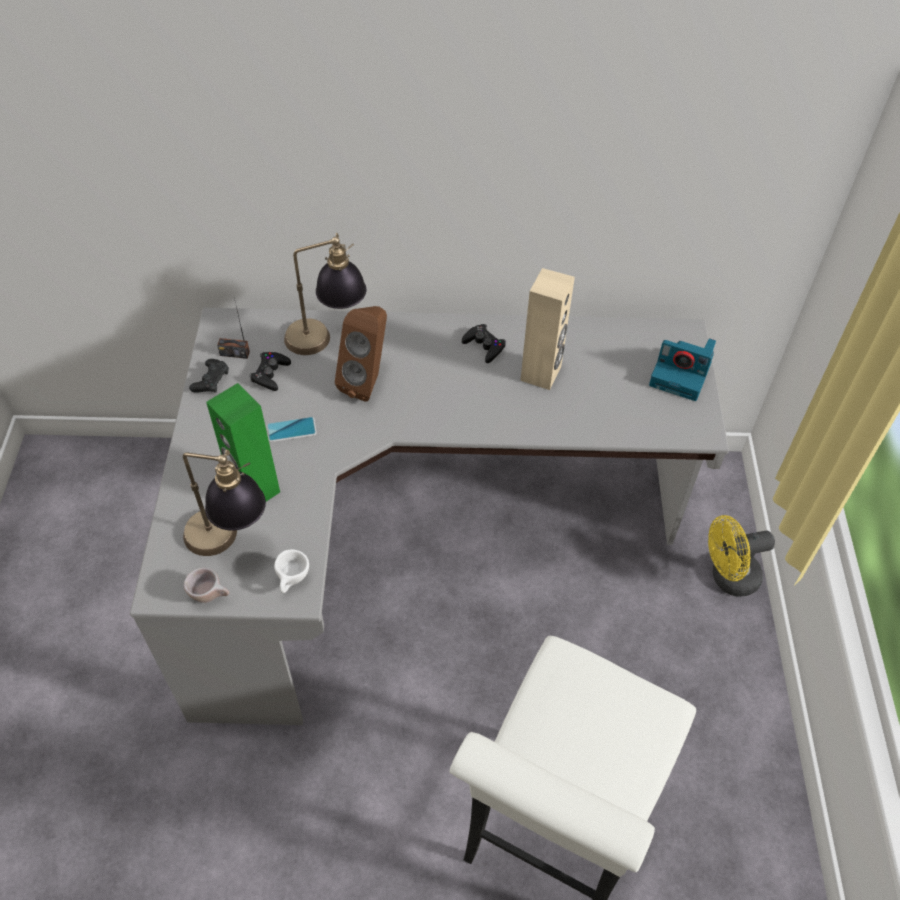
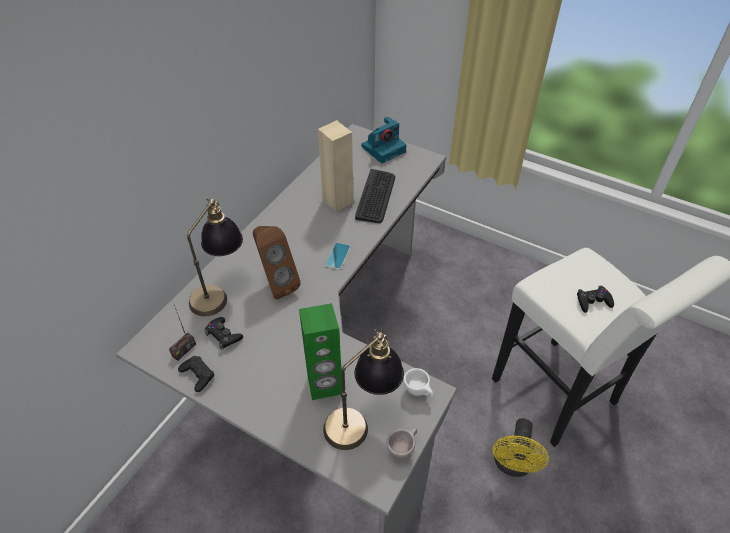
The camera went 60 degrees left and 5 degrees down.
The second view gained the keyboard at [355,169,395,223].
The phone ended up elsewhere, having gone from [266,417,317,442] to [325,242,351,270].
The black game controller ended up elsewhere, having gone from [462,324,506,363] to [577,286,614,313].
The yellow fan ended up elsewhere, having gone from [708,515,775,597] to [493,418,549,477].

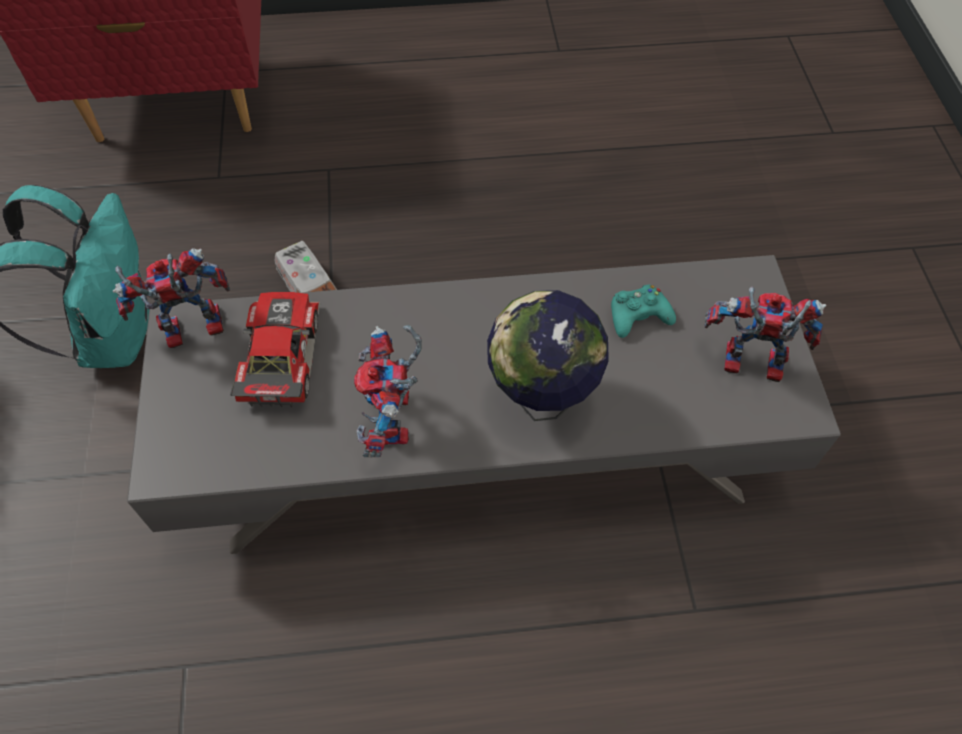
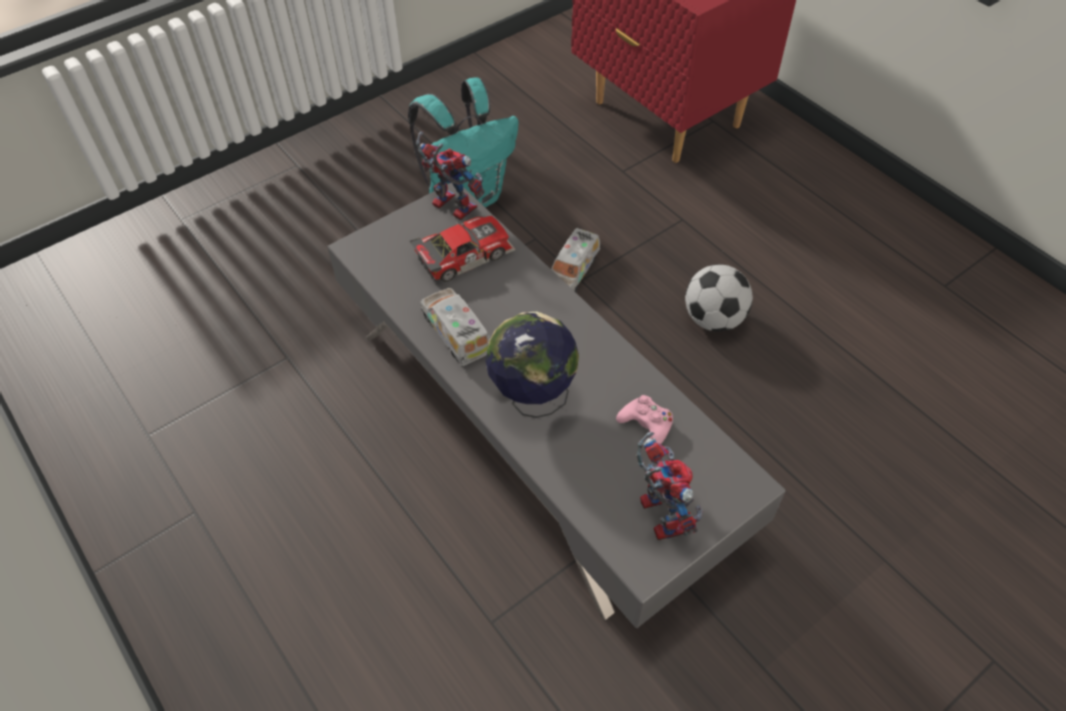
The camera went 60 degrees right and 5 degrees down.
The second view gained the football at [685,264,753,332].
Where the toy robot stood at [354,325,422,457], the toy truck came to stand at [420,288,490,366].
What was the turquoise game controller at [611,285,676,338] turned into the pink game controller at [616,395,673,444].

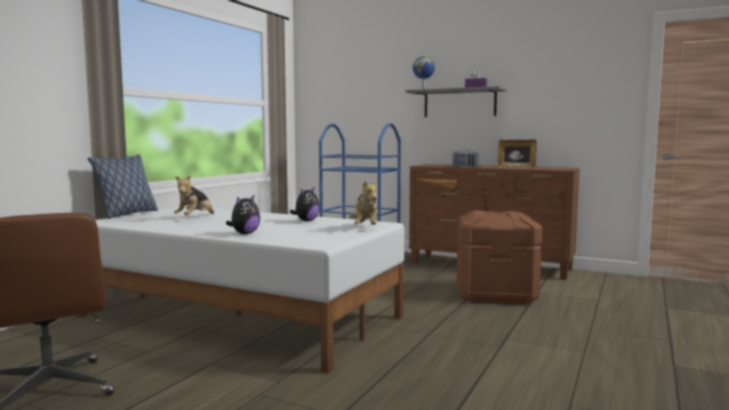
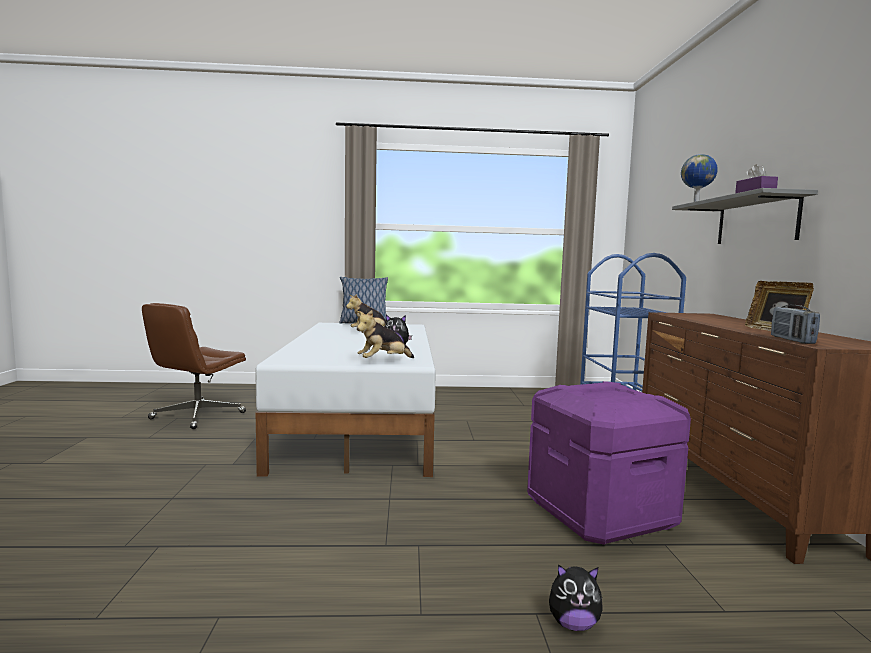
The camera went 60 degrees right and 0 degrees up.
The plush toy ended up elsewhere, having gone from [226,195,260,234] to [549,564,603,631].
The radio ended up elsewhere, having gone from [452,150,479,167] to [771,305,820,344].
What was the brown storage box at [457,210,542,304] turned into the purple storage box at [527,381,691,545].

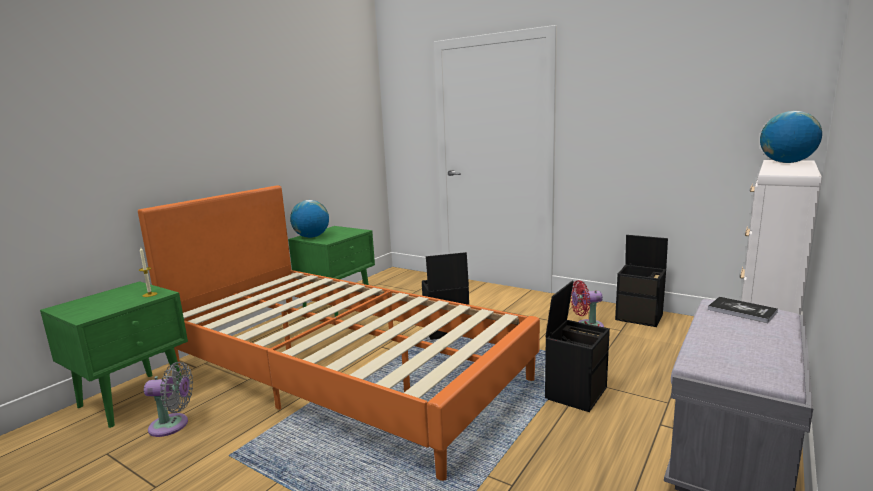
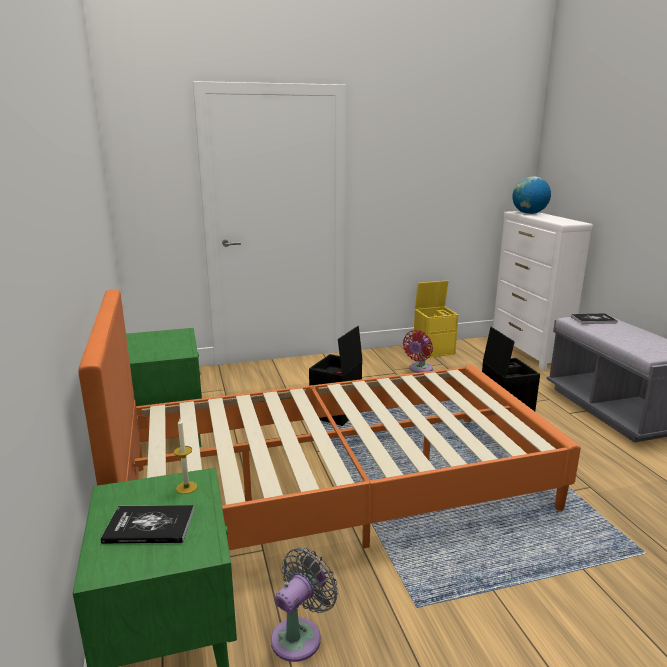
The camera went 50 degrees left and 5 degrees up.
The second view lost the globe at [290,200,329,238].
The second view gained the book at [101,505,194,544].
What was the black storage box at [615,235,668,327] turned into the yellow storage box at [414,280,458,358].

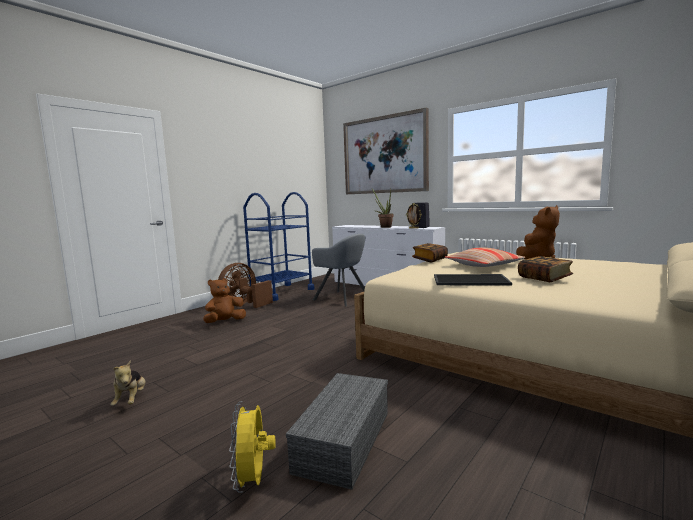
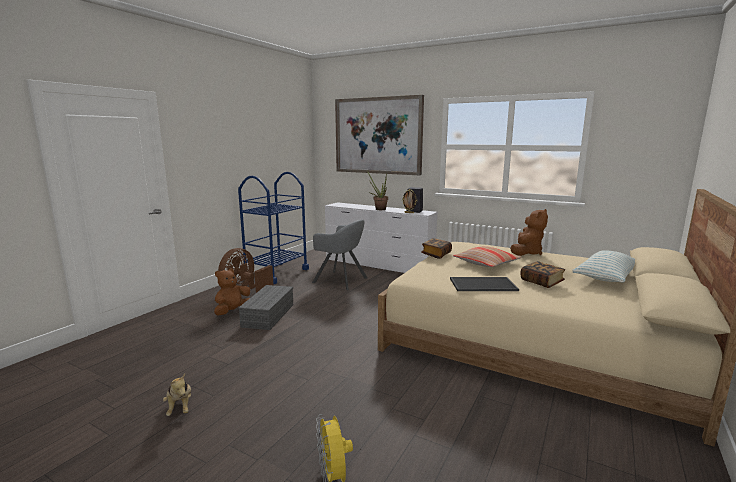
The camera went 10 degrees left and 5 degrees up.
The second view gained the pillow at [572,250,635,283].
The grey storage box ended up elsewhere, having gone from [286,373,388,490] to [238,285,293,330].

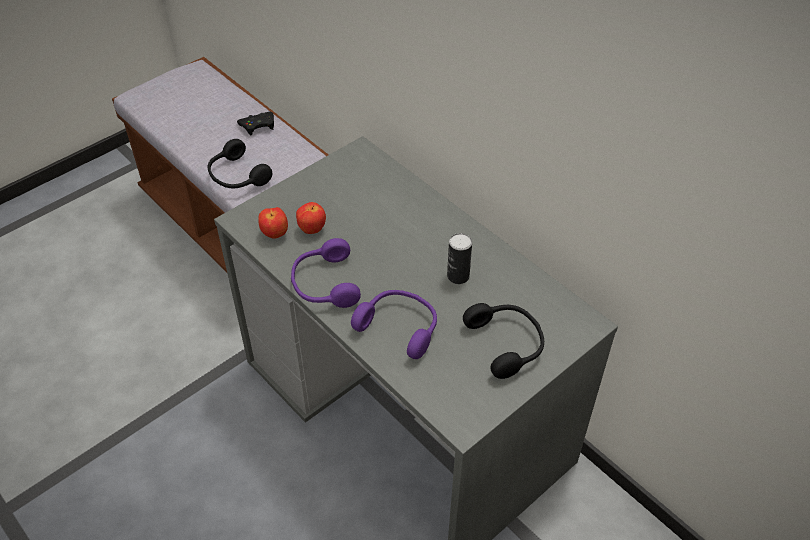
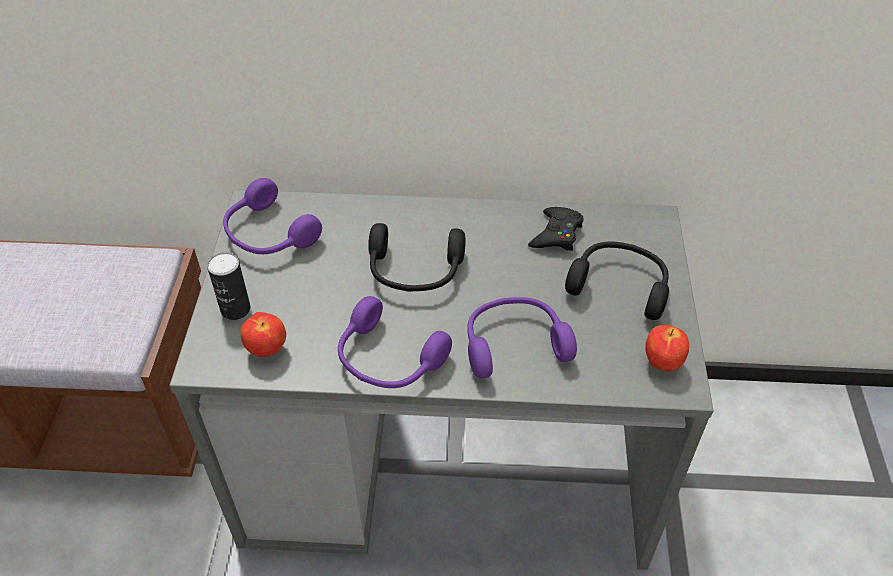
The camera went 45 degrees left and 0 degrees up.
The second view gained the purple headphones at [223,178,322,254].
The black headphones ended up elsewhere, having gone from [208,139,272,188] to [368,223,466,292].
The black game controller ended up elsewhere, having gone from [237,112,274,135] to [528,207,584,251].
The apple ended up elsewhere, having gone from [296,202,326,234] to [645,325,689,372].
The can ended up elsewhere, having gone from [447,233,472,284] to [207,252,251,320].

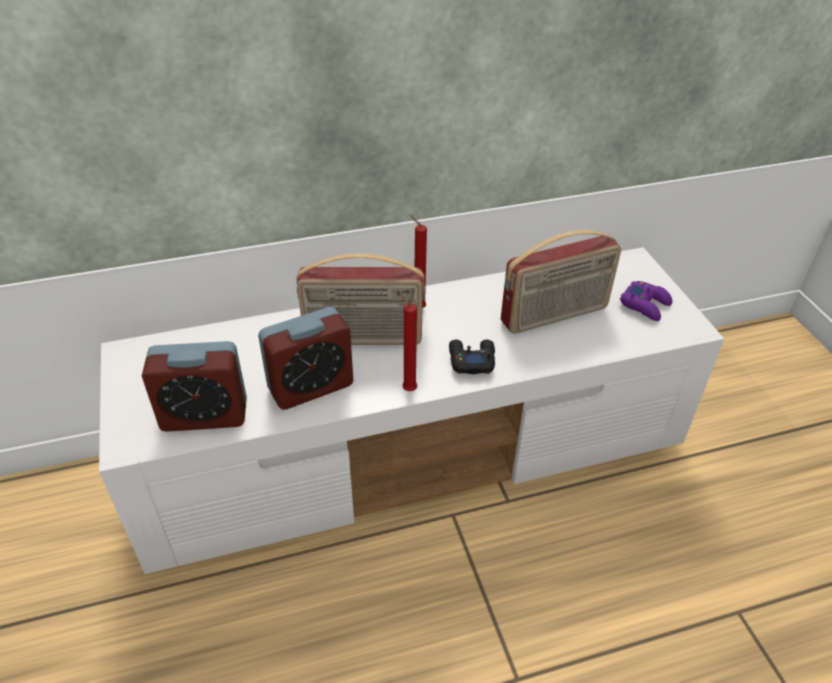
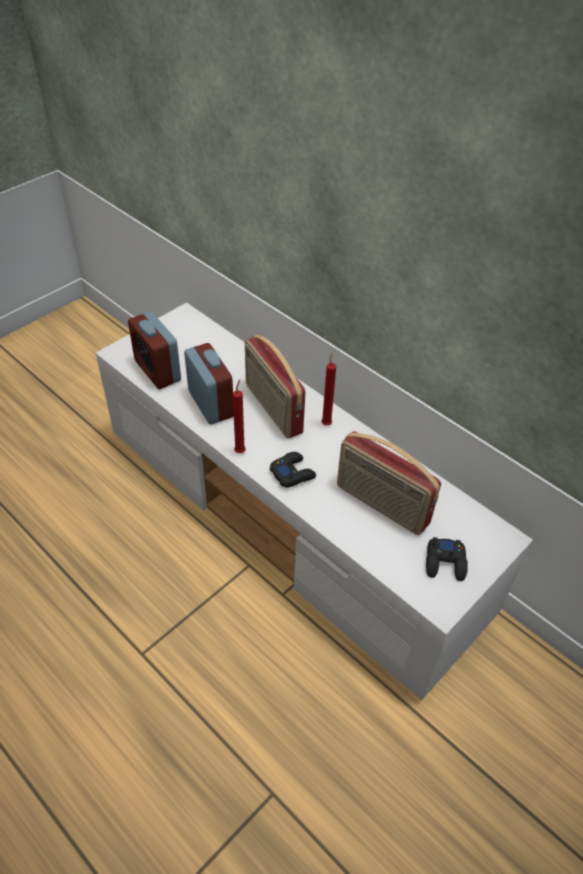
The camera went 60 degrees right and 5 degrees up.
What was the purple game controller at [620,281,672,321] turned into the black game controller at [426,537,468,581].
The alarm clock at [258,307,353,410] ended up facing another way, 150 degrees counterclockwise from before.

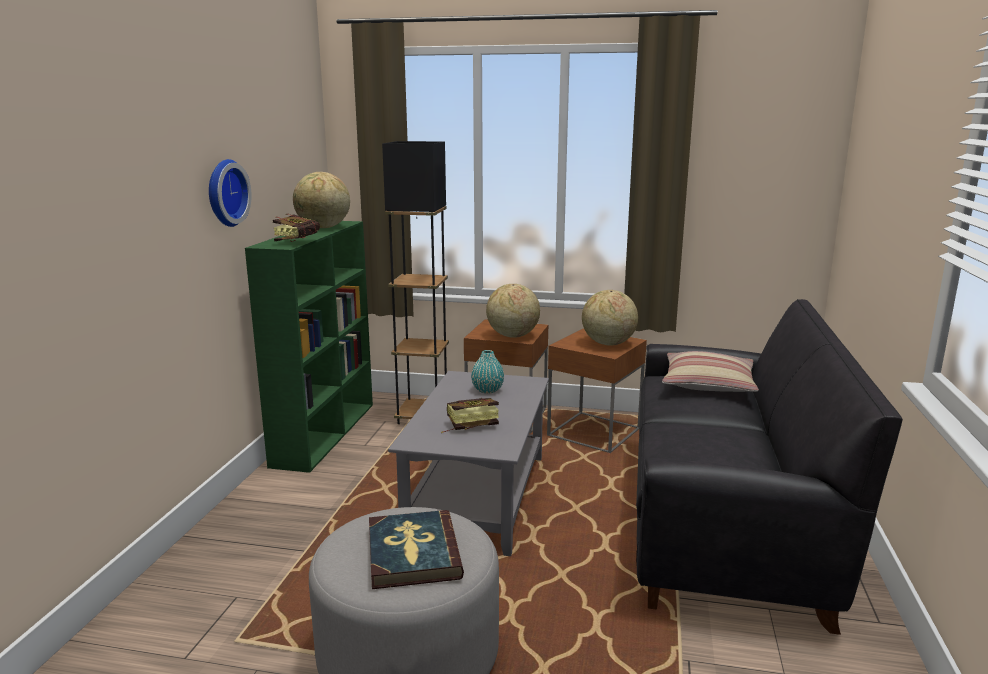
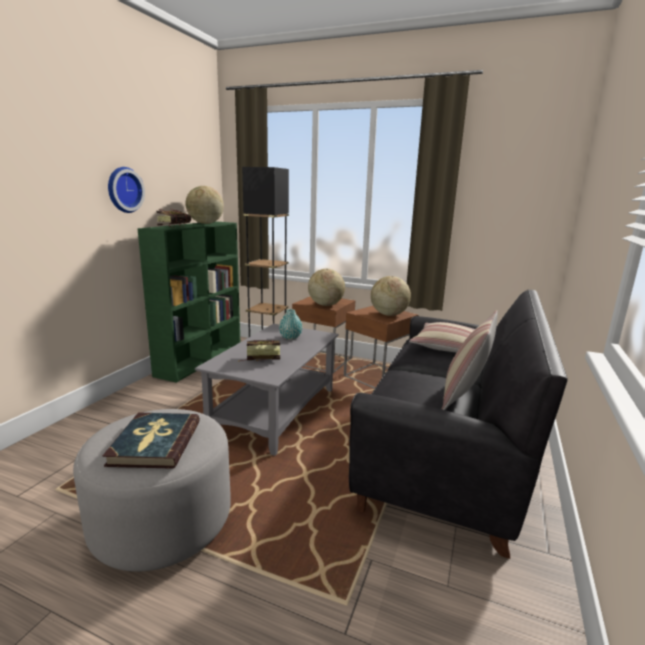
The camera went 10 degrees right and 0 degrees up.
The second view gained the pillow at [442,310,497,410].

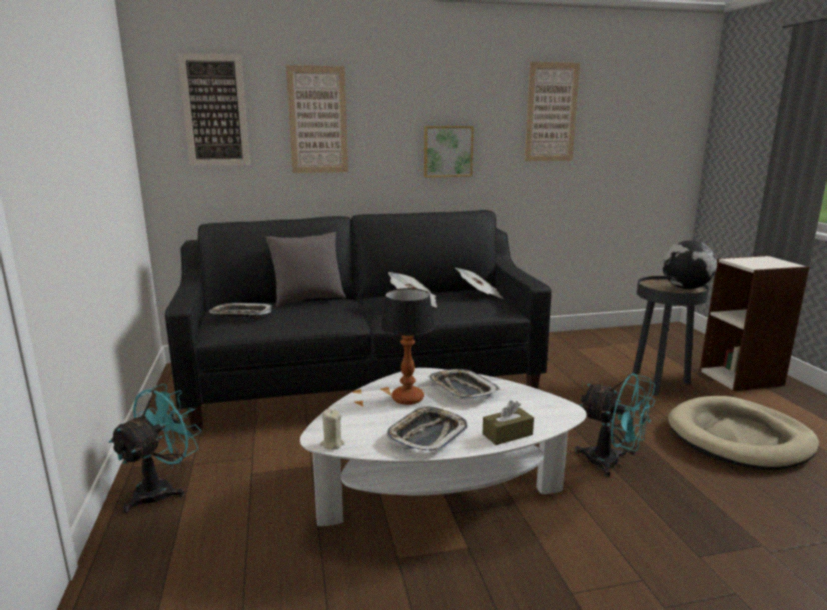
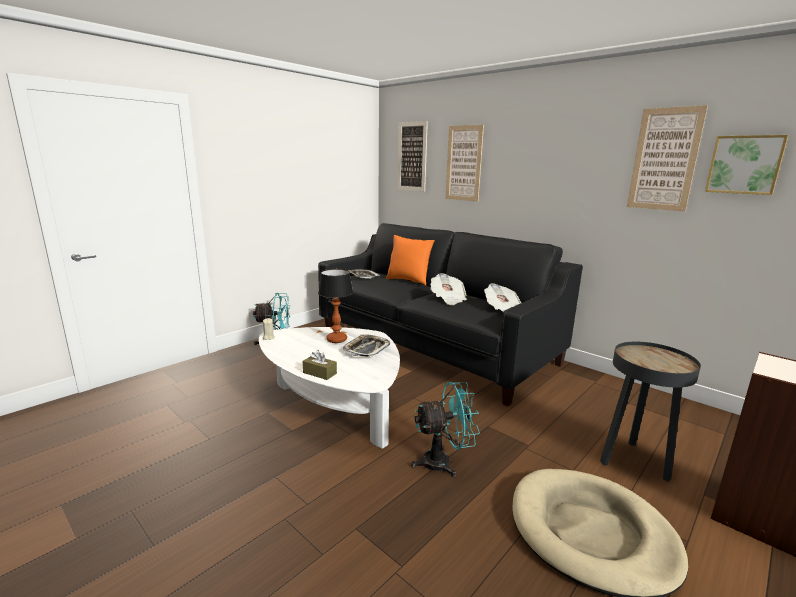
The camera went 55 degrees right and 0 degrees up.
The second view lost the tray at [387,406,467,453].
The second view lost the globe at [662,240,717,289].
The picture ended up elsewhere, having gone from [424,126,474,178] to [705,135,788,195].
What was the grey pillow at [265,232,346,308] turned into the orange pillow at [386,235,435,286].
The turquoise fan at [574,373,655,477] ended up facing another way, 105 degrees counterclockwise from before.

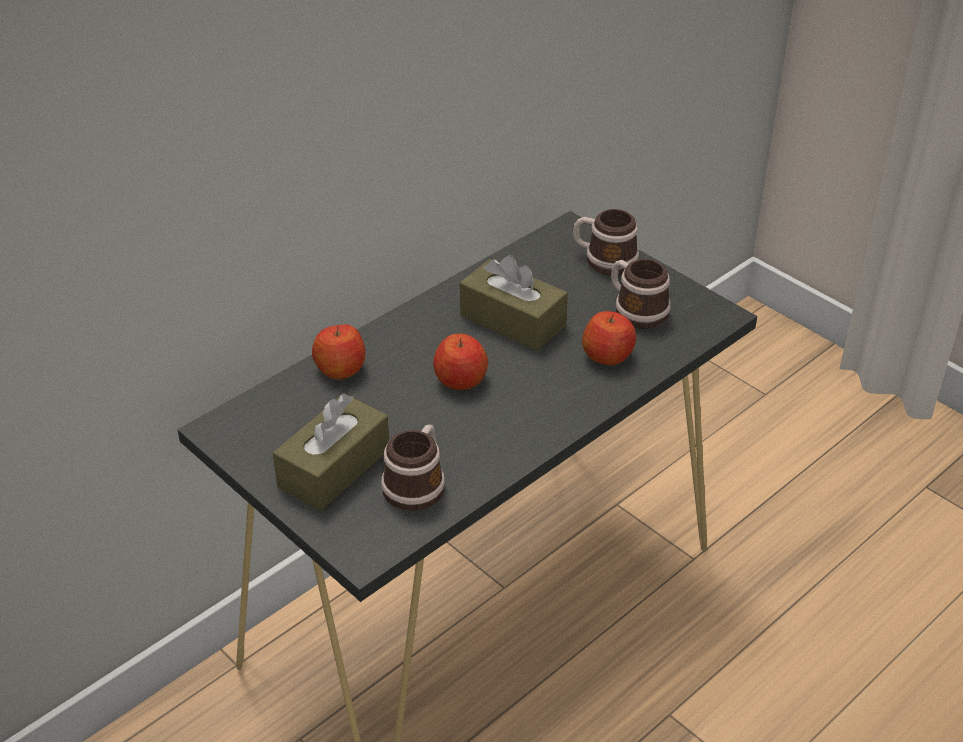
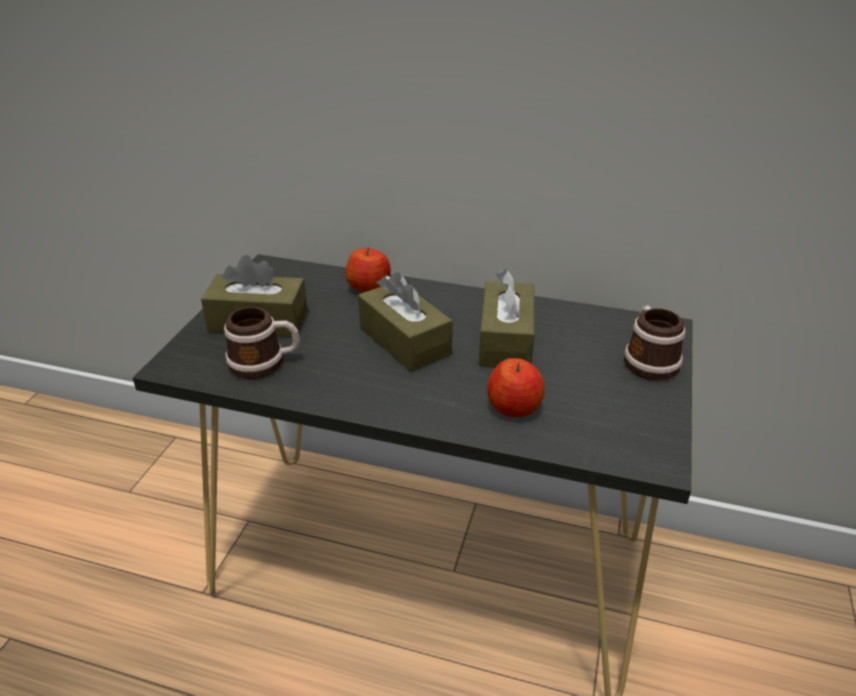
The camera went 60 degrees right and 5 degrees down.
The second view lost the mug at [611,259,671,329].
Where the apple stood at [433,334,488,390], the brown tissue box came to stand at [358,272,453,372].

